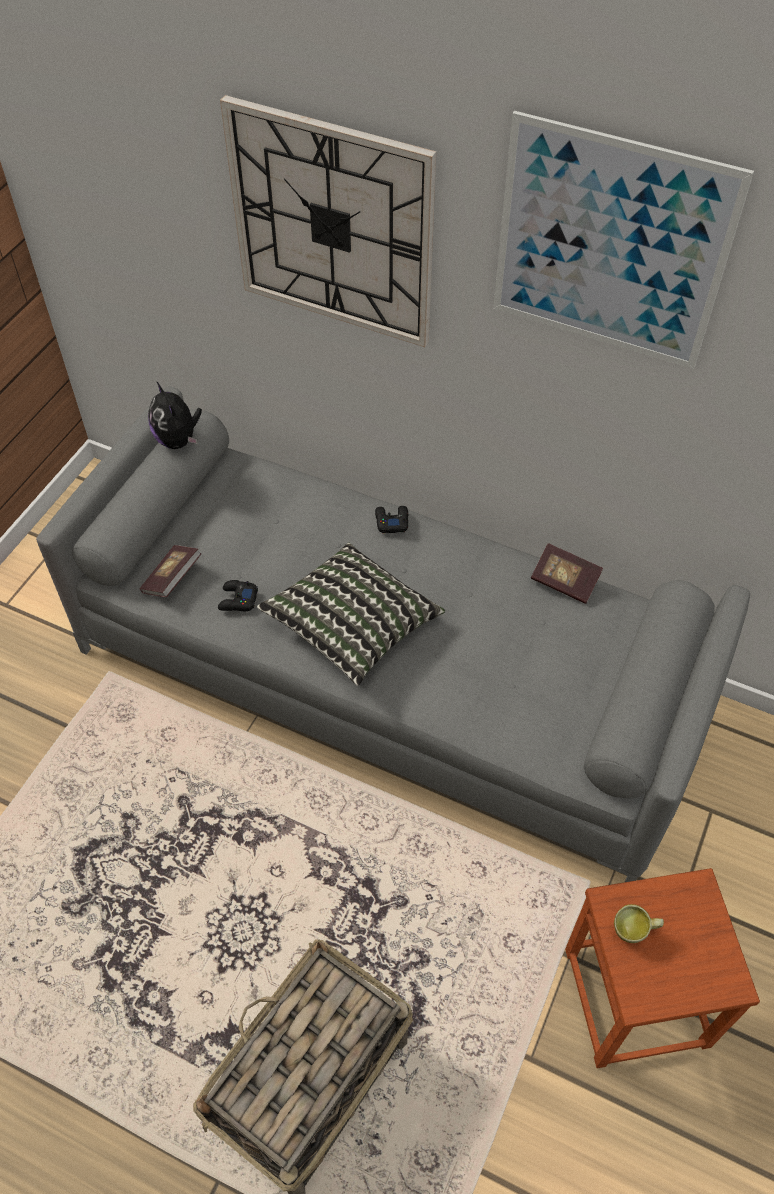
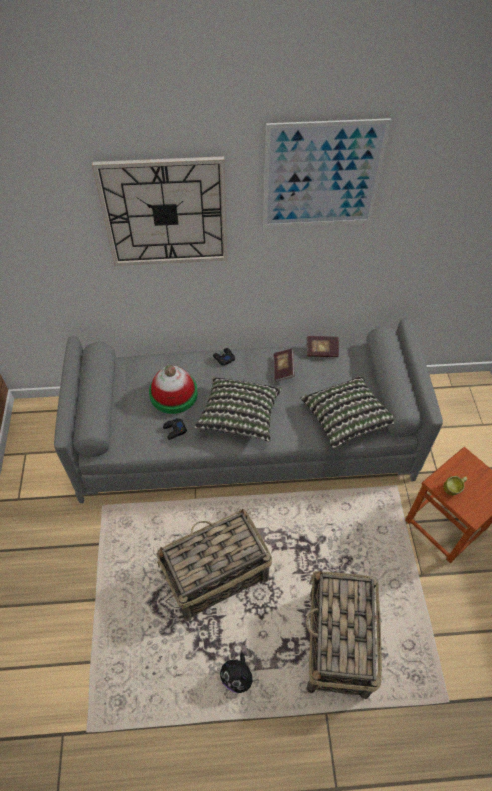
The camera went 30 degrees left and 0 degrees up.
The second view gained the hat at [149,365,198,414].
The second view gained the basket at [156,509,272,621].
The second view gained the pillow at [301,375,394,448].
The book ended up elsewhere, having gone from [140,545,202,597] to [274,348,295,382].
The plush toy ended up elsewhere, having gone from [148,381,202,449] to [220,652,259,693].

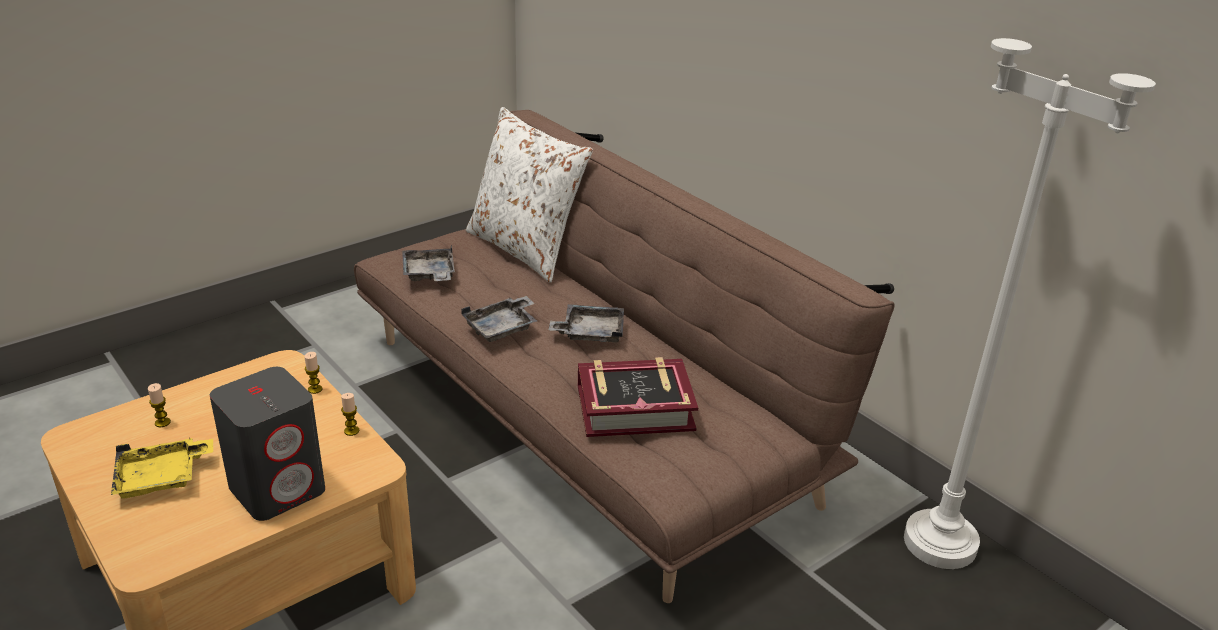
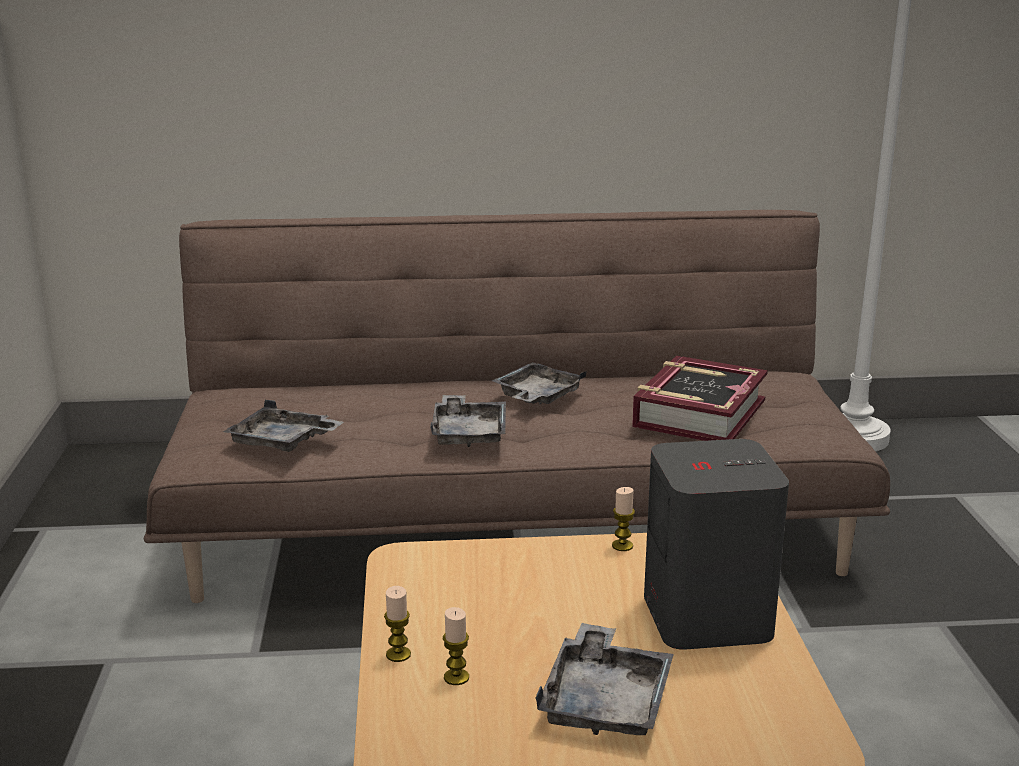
The camera went 55 degrees left and 10 degrees down.
The second view lost the white pillow at [466,107,593,283].
The candle ended up elsewhere, having gone from [304,352,322,394] to [384,586,411,662].
What was the yellow tray at [111,438,213,499] turned into the grey tray at [535,623,673,735].

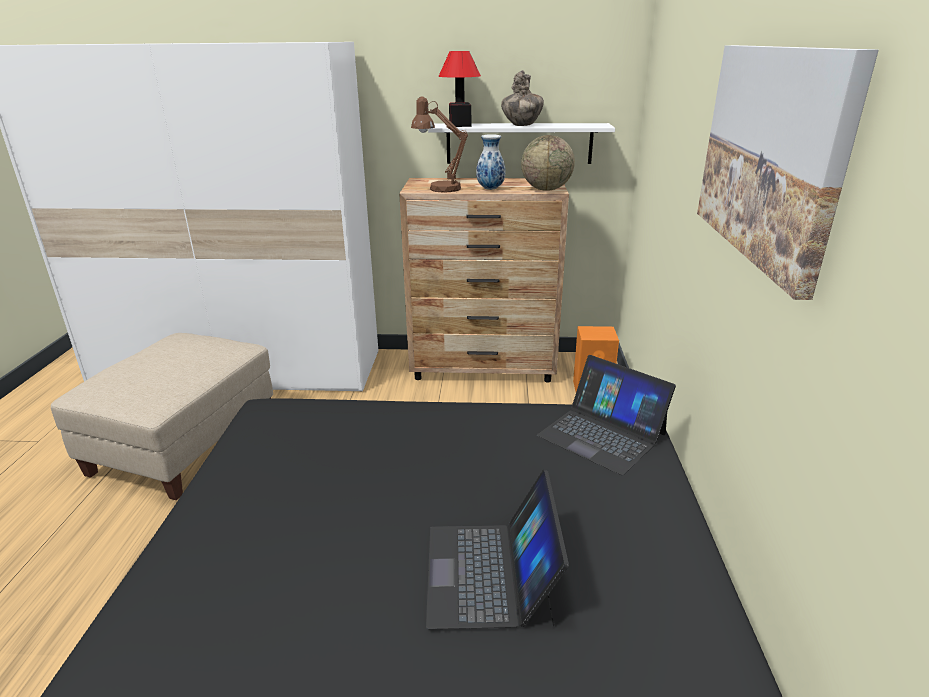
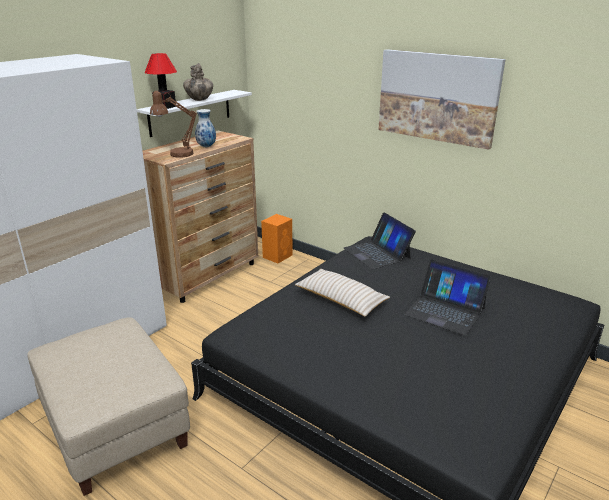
The camera went 55 degrees left and 0 degrees up.
The second view lost the globe at [521,135,575,191].
The second view gained the beige pillow at [295,269,390,317].
The laptop at [537,355,676,475] ended up facing another way, 75 degrees clockwise from before.

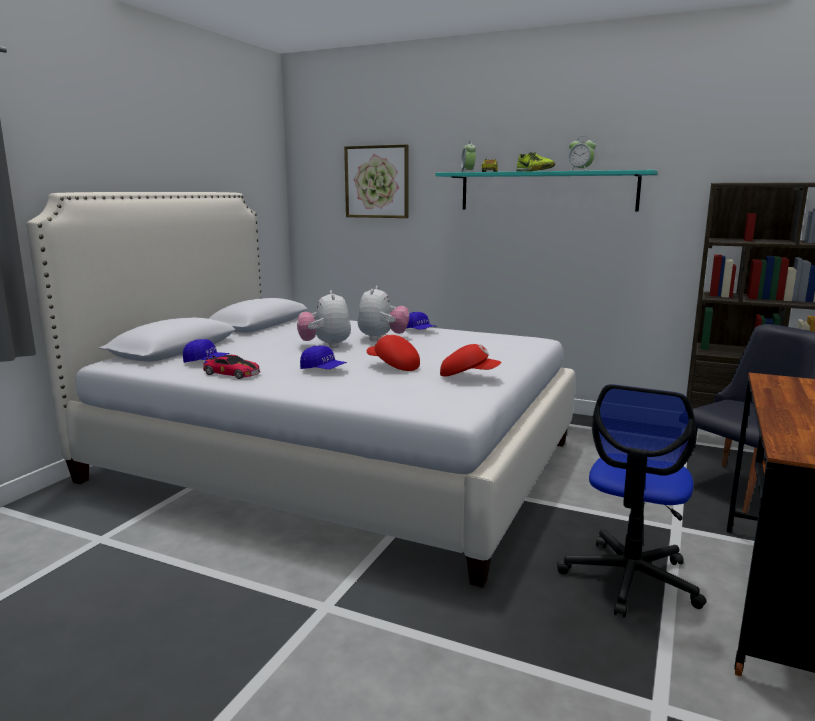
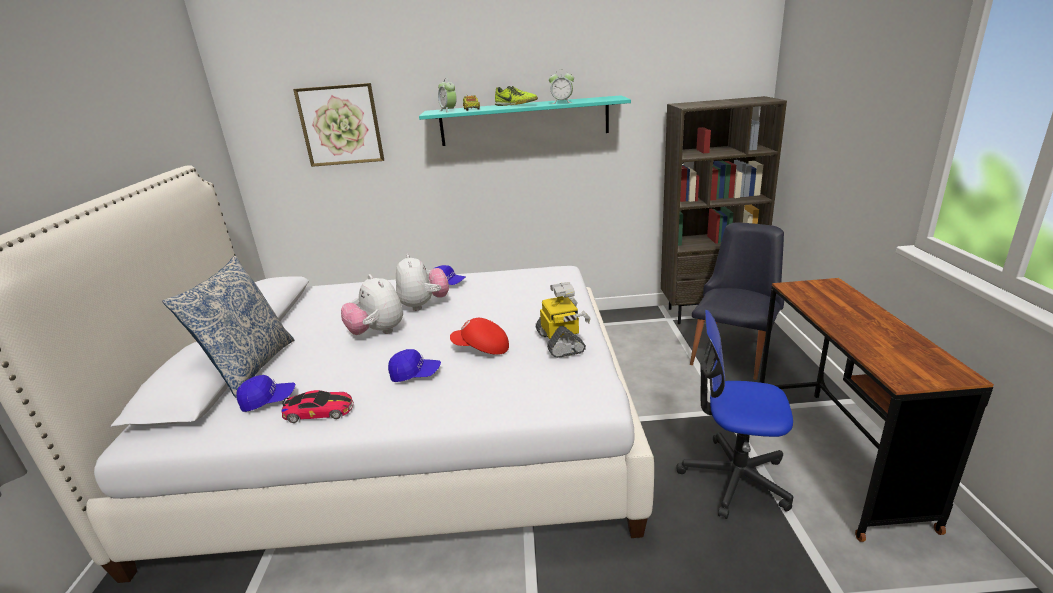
The camera went 25 degrees left and 10 degrees up.
The second view gained the pillow at [162,256,294,398].
Where the red cap stood at [440,344,501,377], the toy robot came to stand at [536,282,591,358].
The office chair at [557,384,707,618] ended up facing another way, 105 degrees clockwise from before.

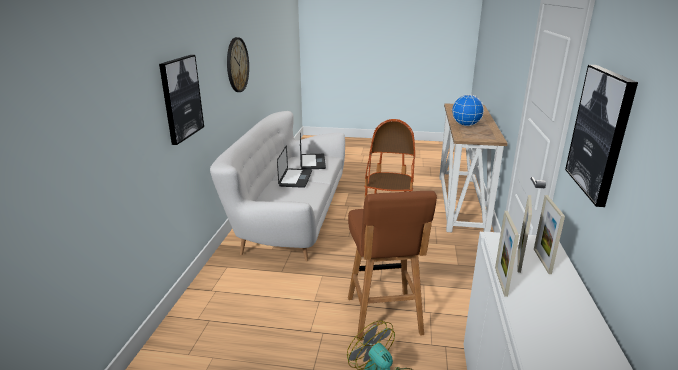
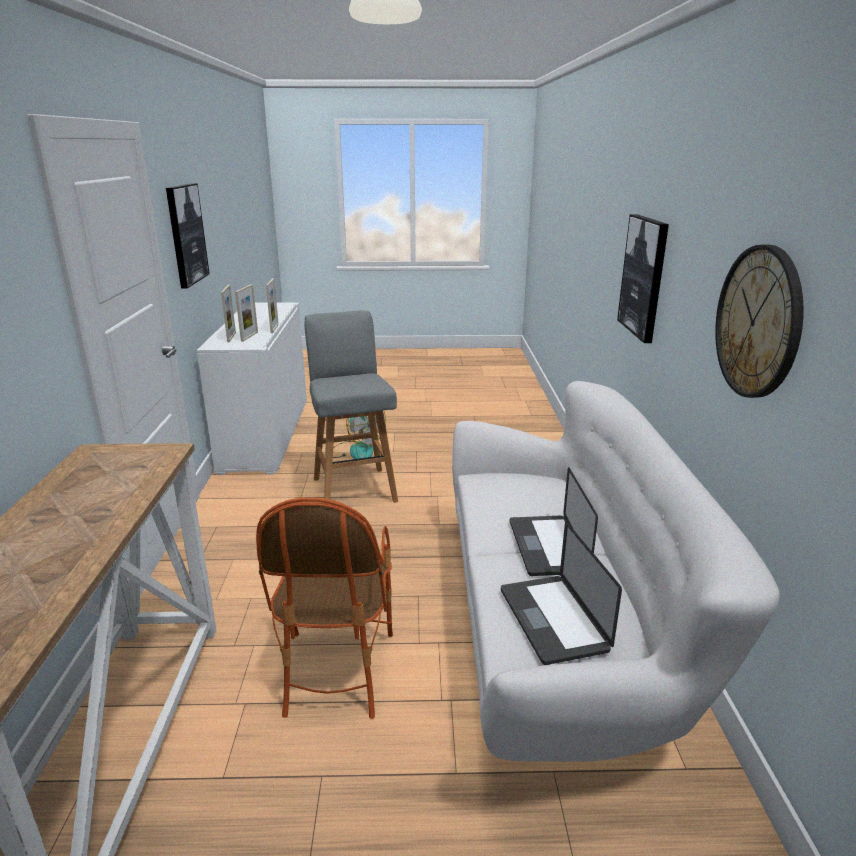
The camera went 170 degrees right and 0 degrees up.
The second view lost the globe at [452,94,484,126].
What was the brown stool at [348,191,437,341] turned into the grey stool at [304,311,398,503].

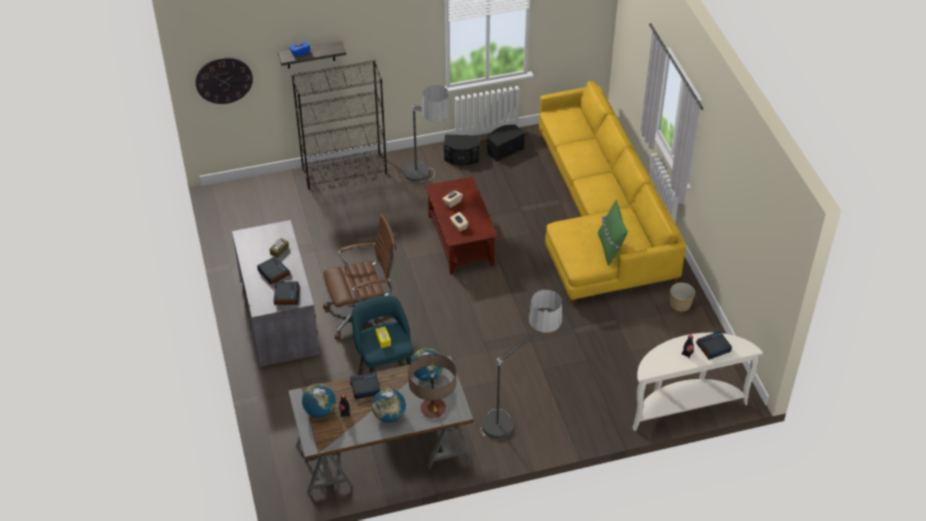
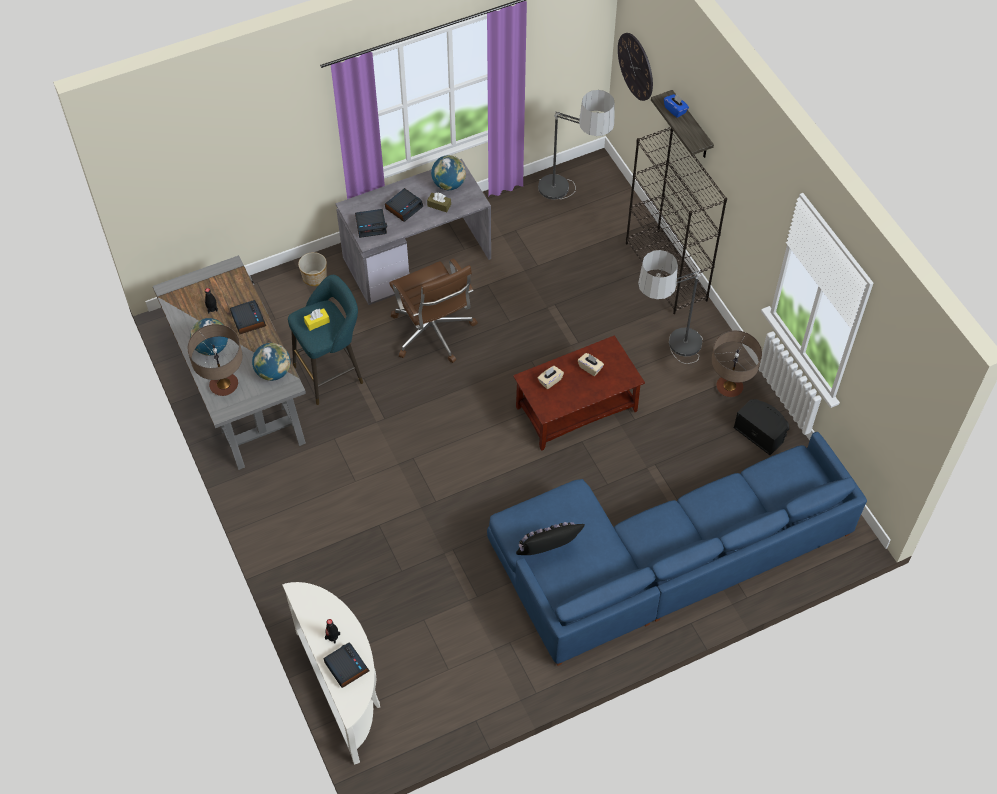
The camera went 80 degrees right and 10 degrees up.
The globe ended up elsewhere, having gone from [302,383,336,417] to [431,155,466,190].
The floor lamp ended up elsewhere, having gone from [480,290,563,438] to [538,90,615,199].
The planter ended up elsewhere, having gone from [670,283,695,312] to [298,252,327,286].
Where the black speaker stood at [444,134,479,165], the table lamp came to stand at [711,330,762,397].
What was the yellow sofa at [539,81,686,305] turned into the blue sofa at [487,432,867,666].
What was the green pillow at [598,200,628,265] turned into the black pillow at [516,522,585,555].

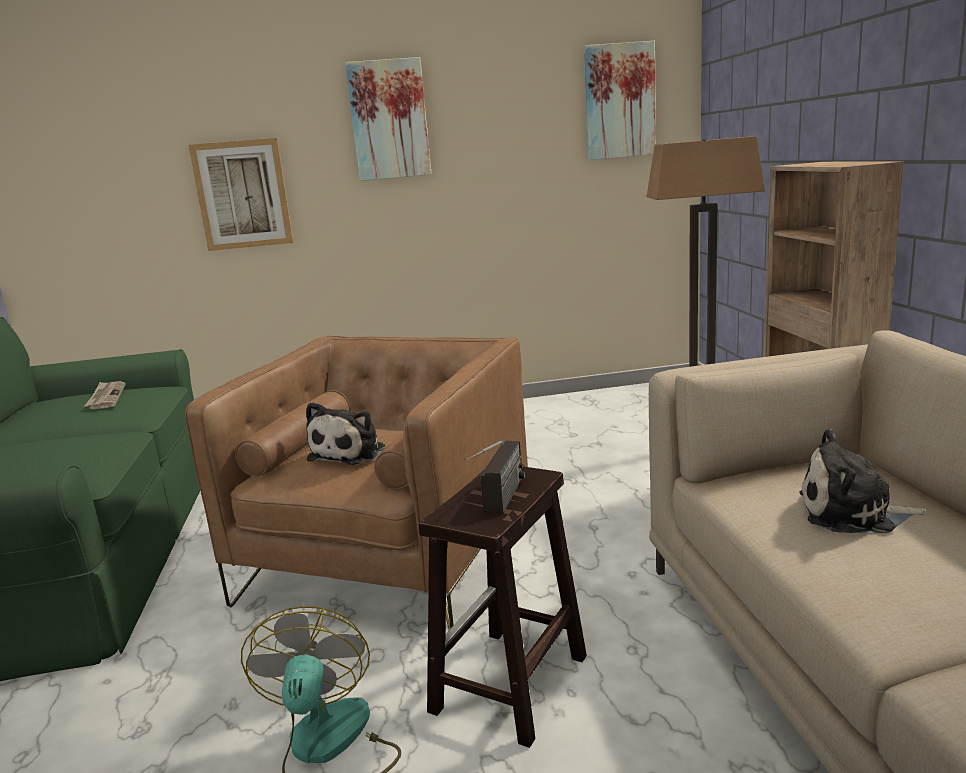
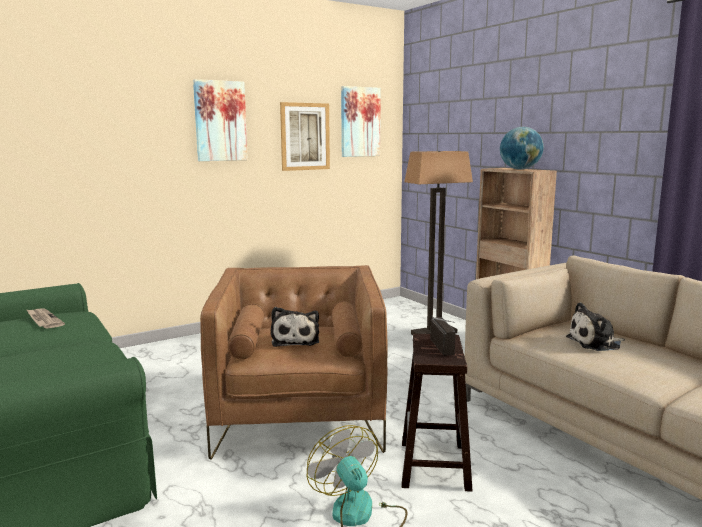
The camera went 25 degrees left and 5 degrees down.
The second view gained the globe at [500,127,544,170].
The picture ended up elsewhere, having gone from [188,138,293,251] to [280,102,330,171].

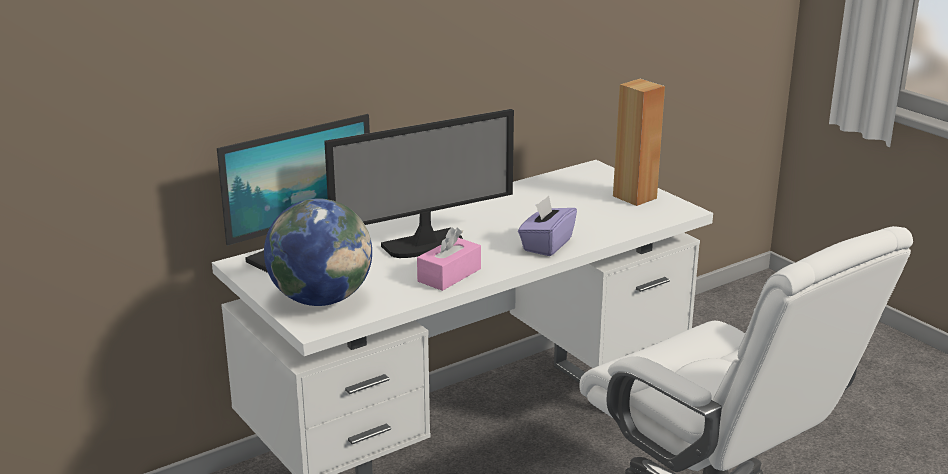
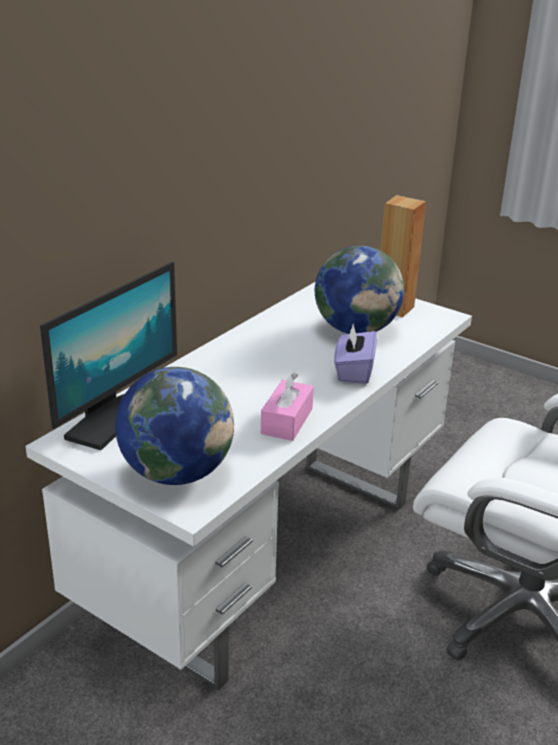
The camera went 20 degrees left and 5 degrees up.
The second view lost the monitor at [324,109,514,258].
The second view gained the globe at [315,245,404,334].

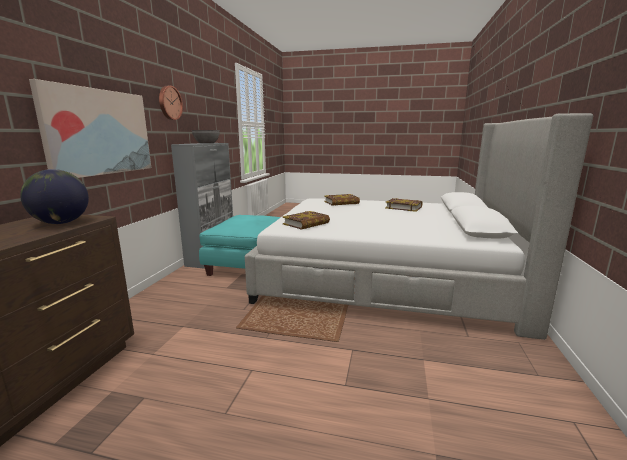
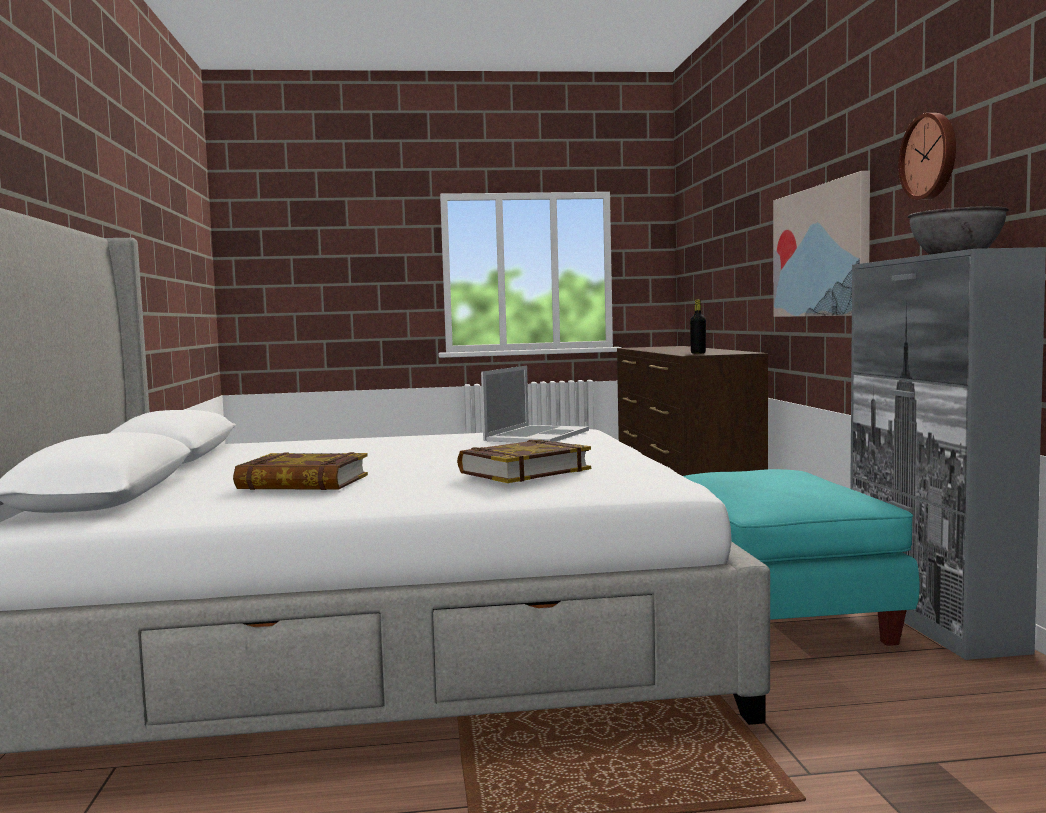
The camera went 160 degrees right and 10 degrees down.
Where the globe stood at [20,169,89,224], the black bottle came to stand at [690,299,706,354].
Where the book stood at [283,211,330,230], the laptop came to stand at [481,365,589,443].

